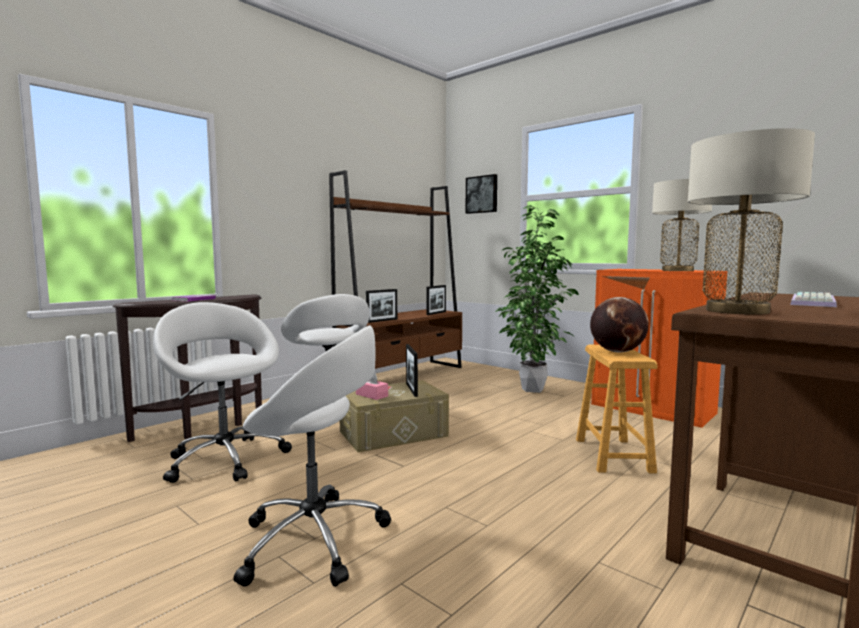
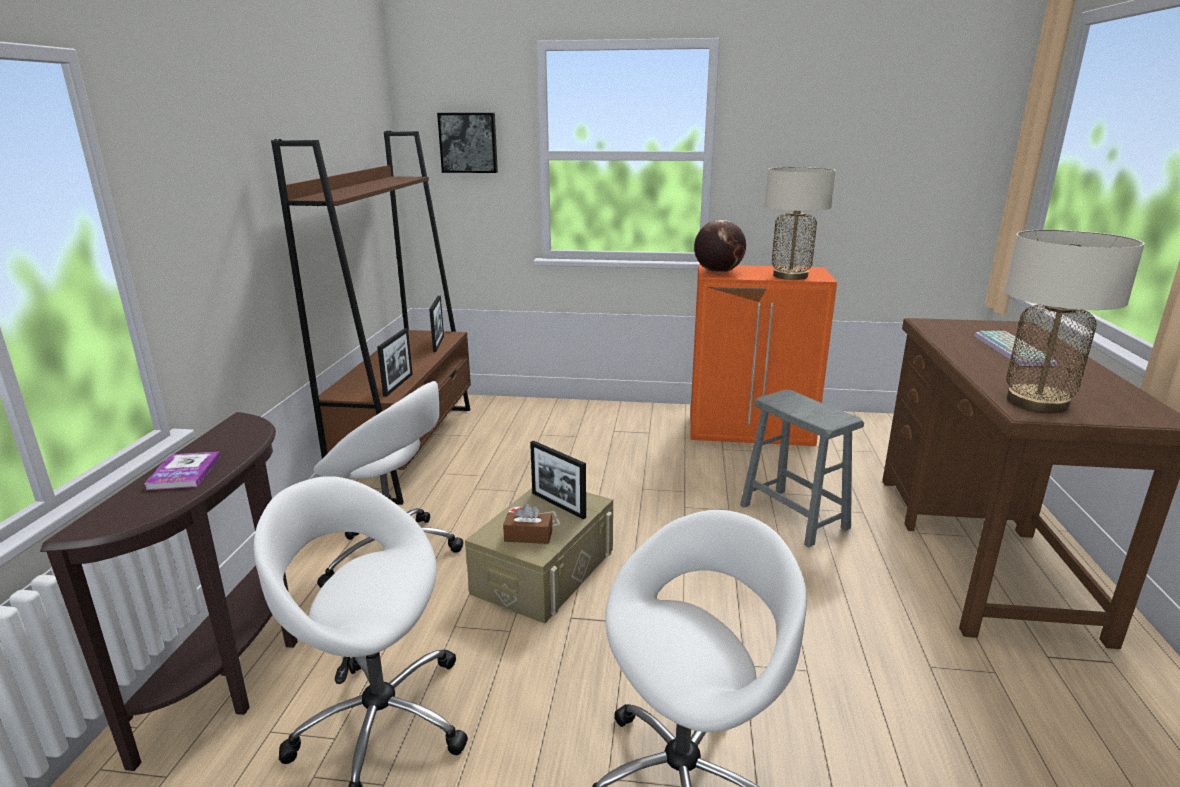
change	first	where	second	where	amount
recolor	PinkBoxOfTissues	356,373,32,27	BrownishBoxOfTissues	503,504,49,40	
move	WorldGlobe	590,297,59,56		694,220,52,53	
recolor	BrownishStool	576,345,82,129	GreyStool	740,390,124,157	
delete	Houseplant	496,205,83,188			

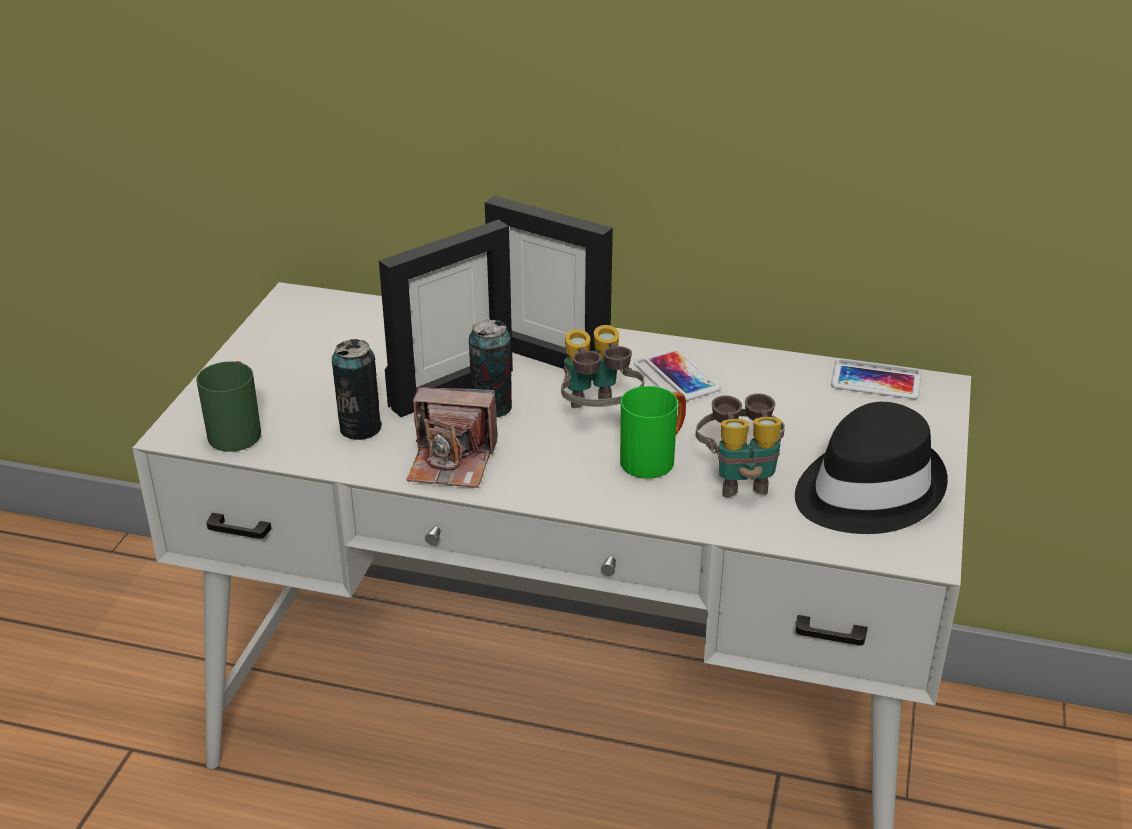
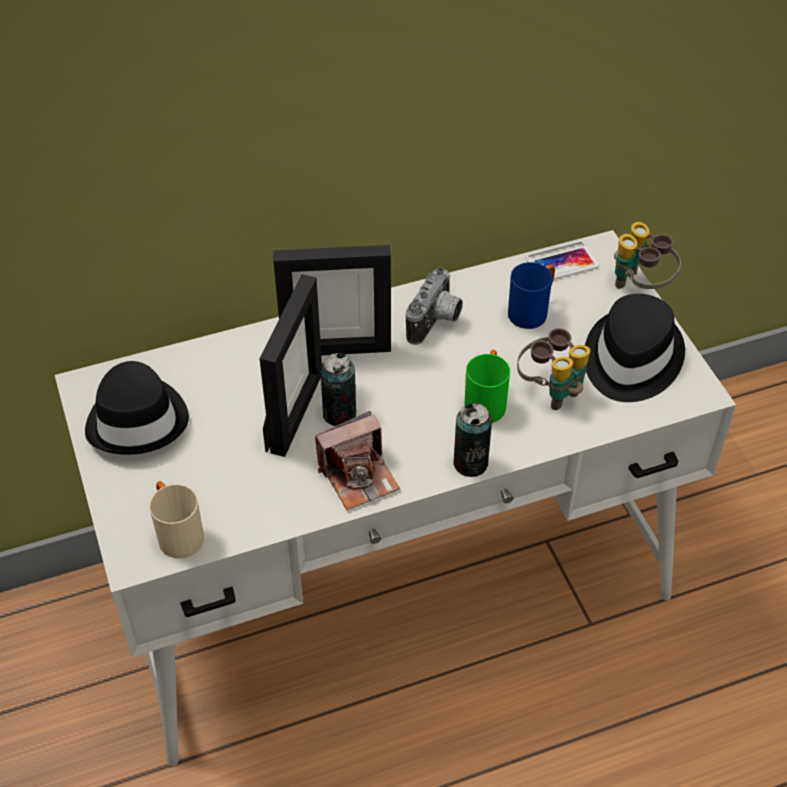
change	first	where	second	where	amount
insert			BlackColouredHat	85,361,104,94	
recolor	GreenColouredMug	196,361,65,91	SandColouredMug	149,481,55,78	
replace	Phone	634,348,87,55	PhotoCamera	406,268,57,77	
move	Can	332,339,50,101		453,403,39,74	
insert			BlueColouredMug	508,262,47,67	
move	FieldGlasses	561,325,83,83		614,222,67,67	

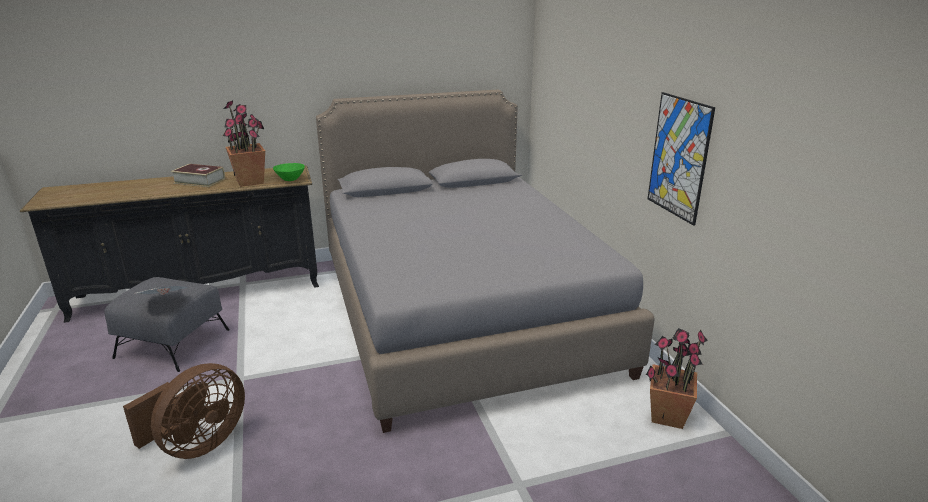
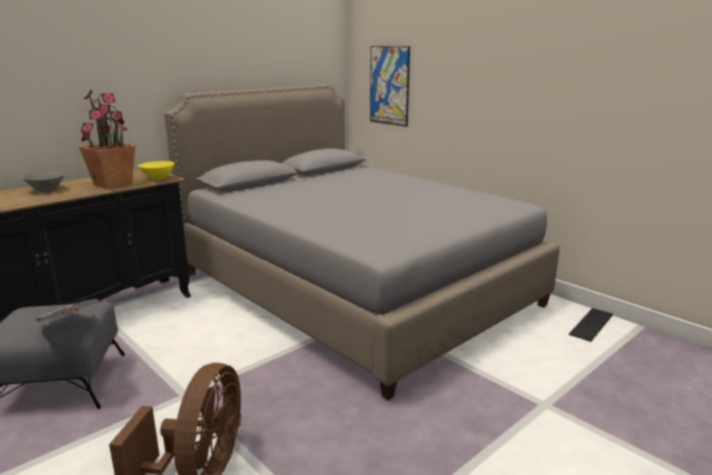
change	first	where	second	where	amount
replace	Volume	171,164,54,23	GreyBowl	23,171,41,21	
recolor	GreenColouredBowl	273,163,32,18	YellowishBowl	138,161,36,19	
move	Picture	648,92,67,134		370,46,40,81	
replace	Houseplant	646,328,62,101	ComputerKeyboard	569,308,44,34	

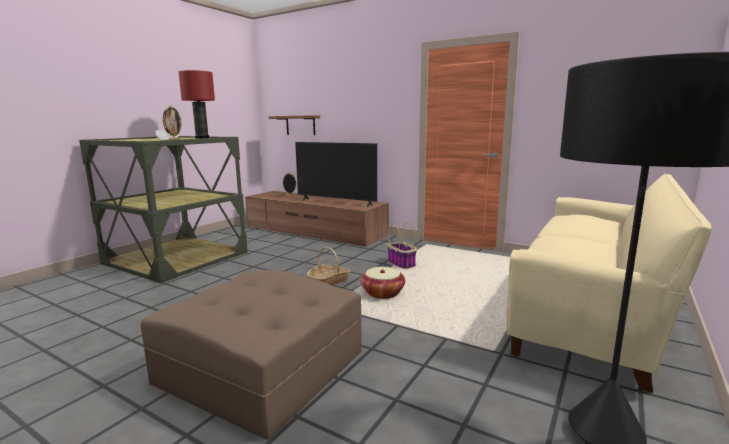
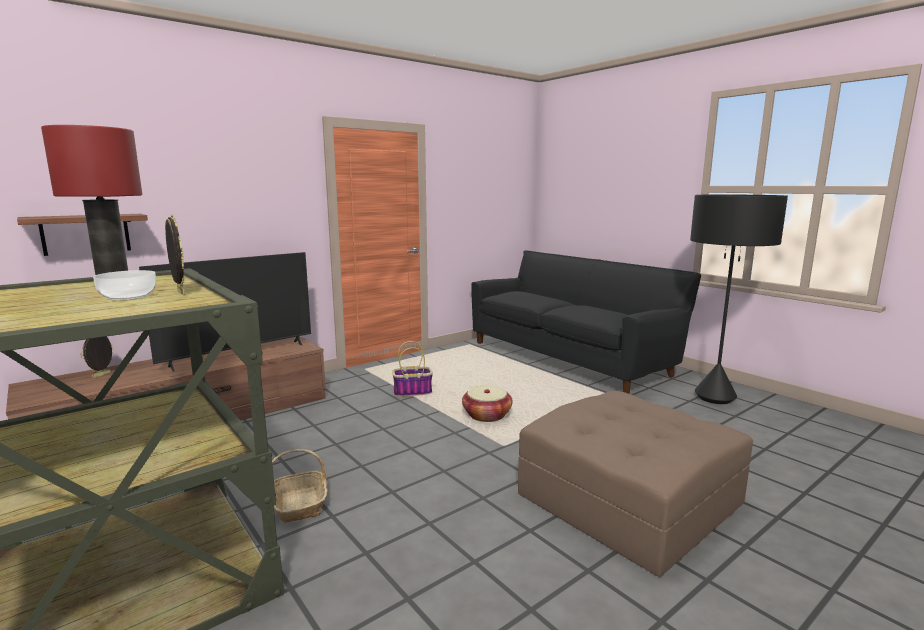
change	first	where	second	where	amount
move	Basket	307,247,44,38		272,449,56,74	
recolor	SandColouredSofa	506,174,206,219	BlackColouredSofa	471,251,230,143	

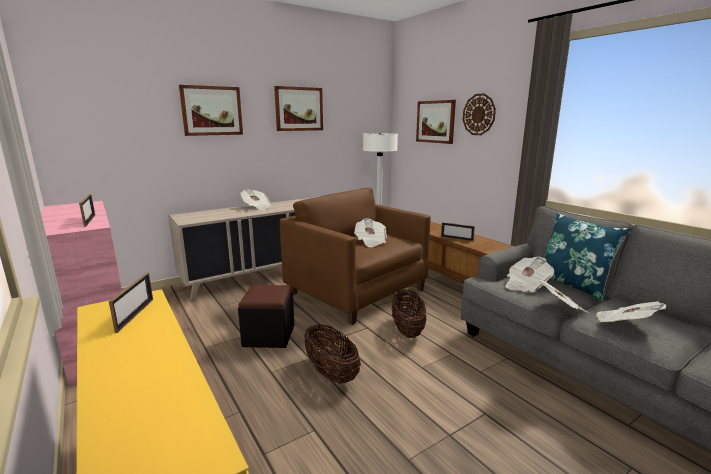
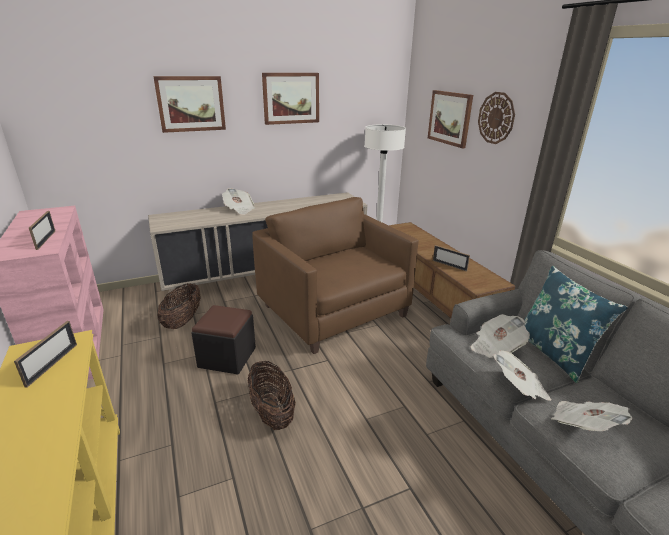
change	first	where	second	where	amount
move	Basket	392,290,35,48		158,283,43,46	
delete	DailyPaper	354,218,33,29			

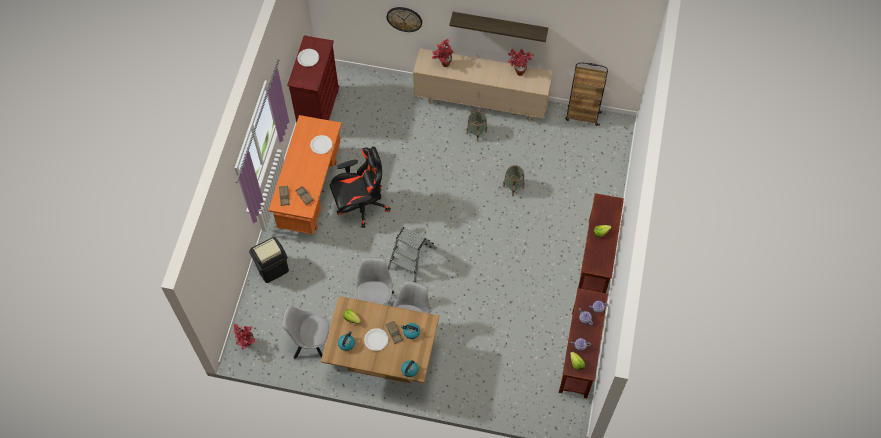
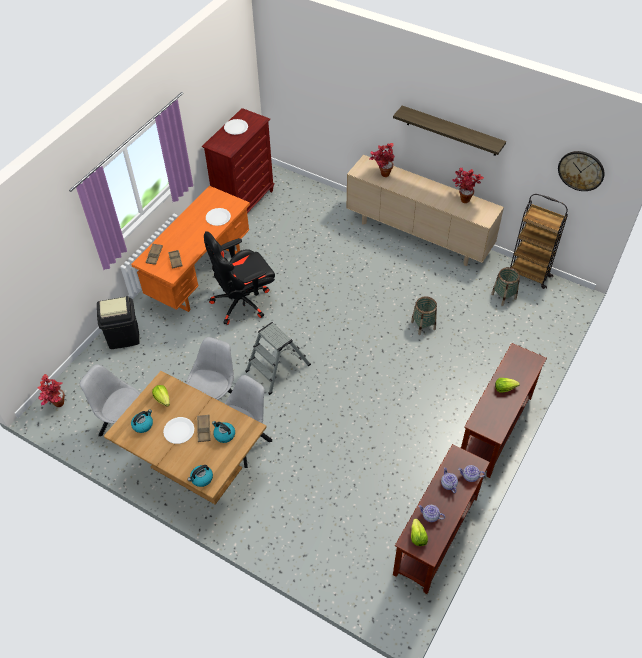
change	first	where	second	where	amount
rotate	BlackColouredOfficeChair	330,146,61,82		204,231,71,94	150 degrees clockwise
move	Basket	466,111,21,31		491,267,29,39	
move	WallClock	387,7,35,25		558,151,47,40	

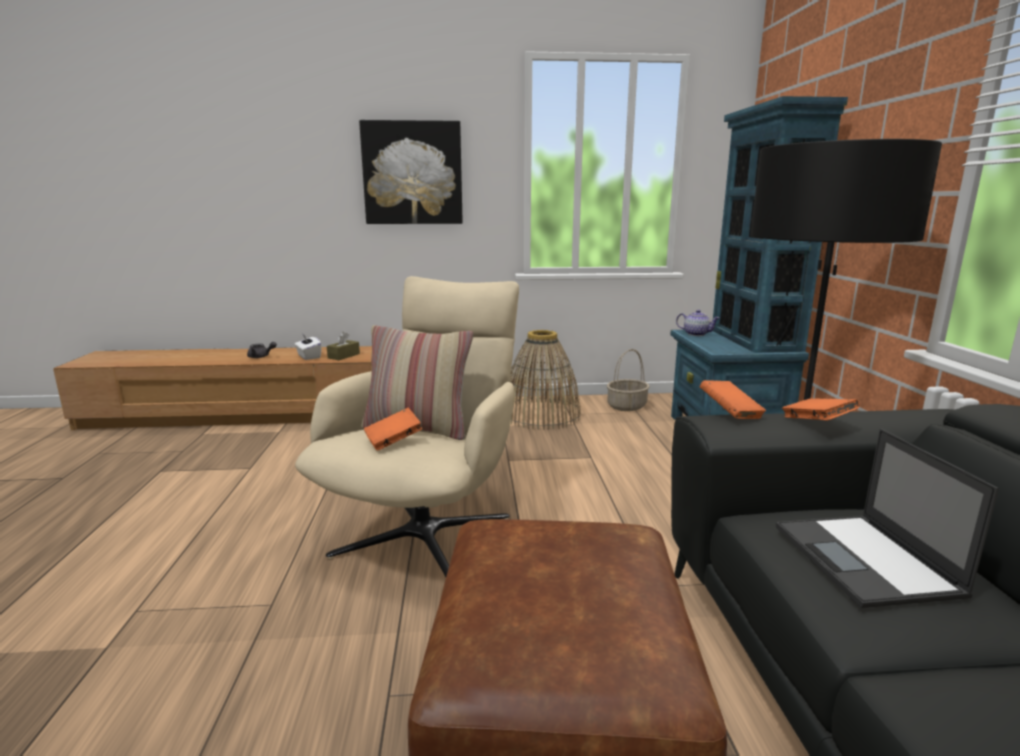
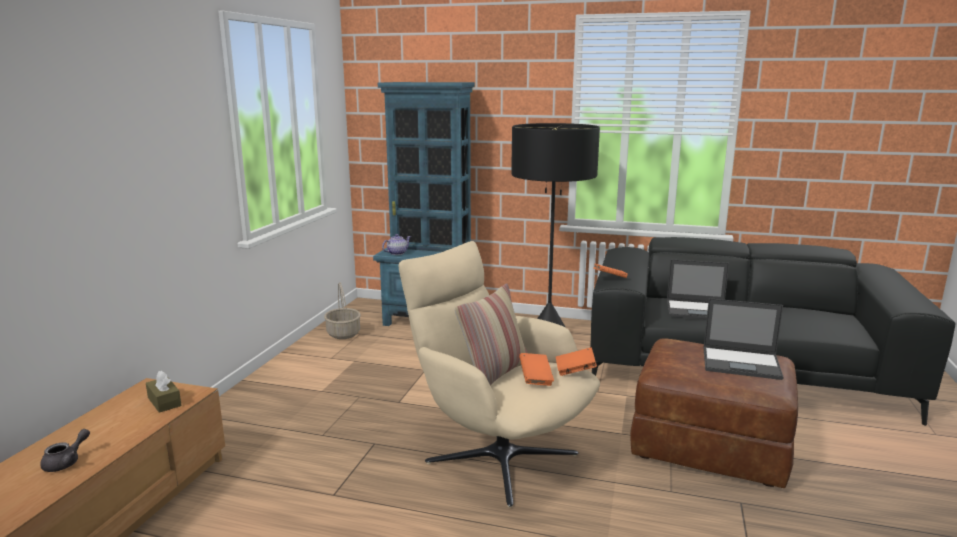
change	first	where	second	where	amount
move	OrangeVolume	782,398,77,22		556,347,41,29	
insert			PortableComputer	703,298,81,82	
delete	WhitishBoxOfTissues	294,333,28,27			
delete	Picture	359,120,104,104			
delete	Basket	510,330,71,100			

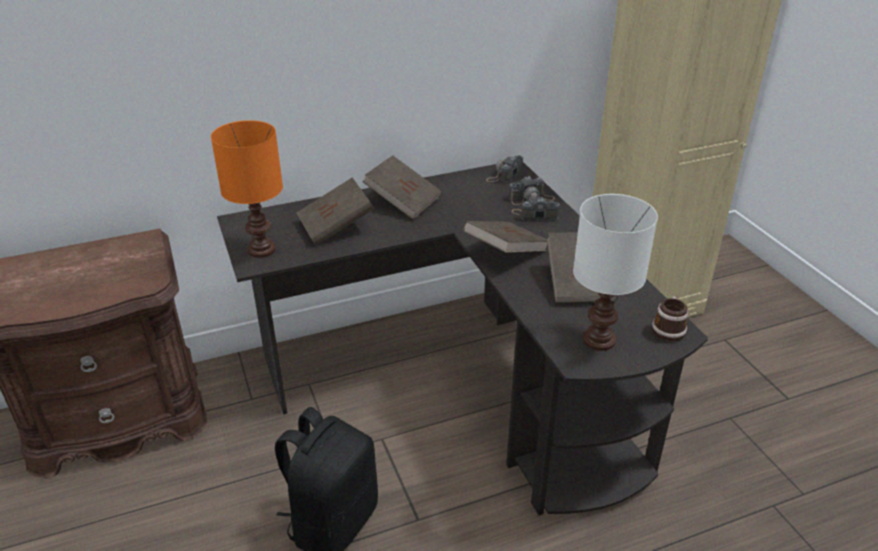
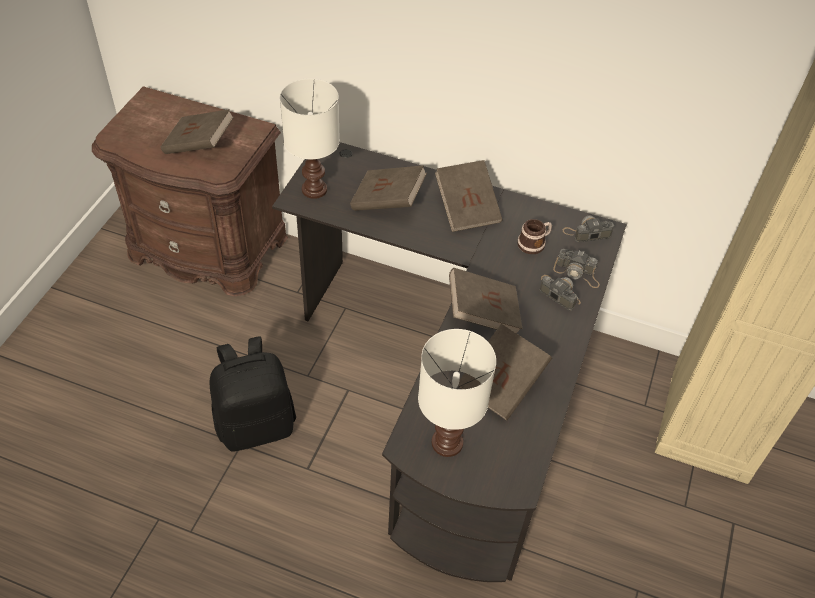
change	first	where	second	where	amount
insert			BrownishVolume	161,109,73,45	
recolor	OrangeTableLamp	211,120,72,138	WhitishTableLamp	280,78,60,121	
move	Mug	652,296,36,46		517,219,35,35	

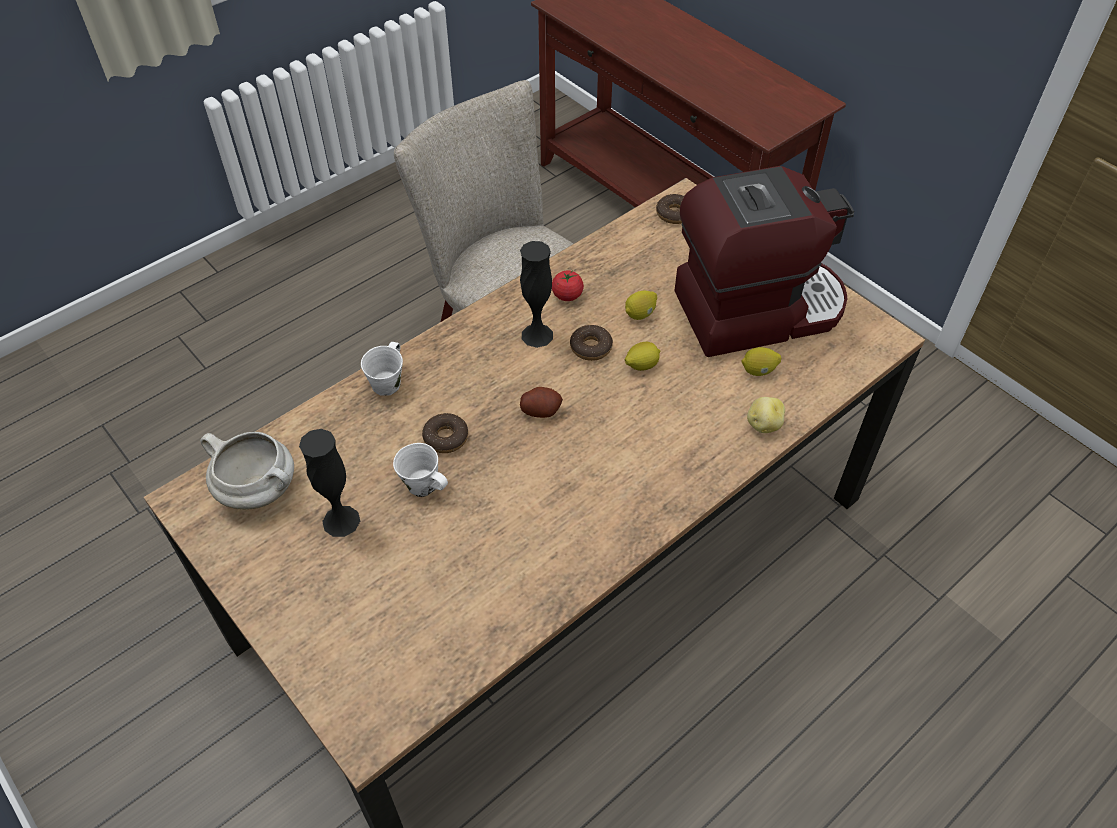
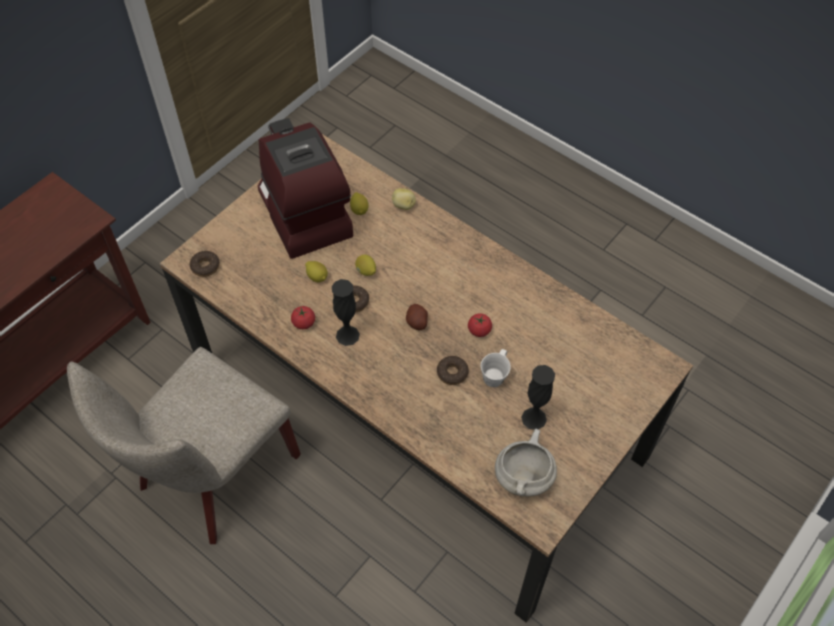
change	first	where	second	where	amount
insert			WholeTomato	468,313,24,24	
delete	WhitishMug	361,342,42,54			

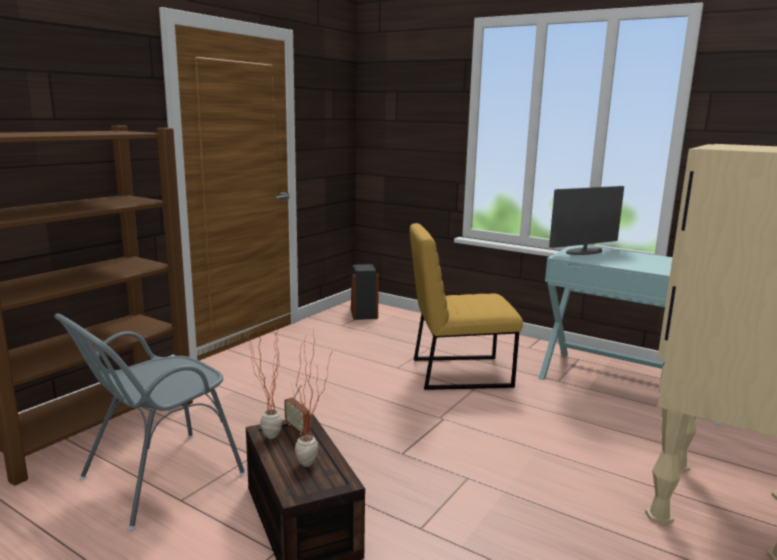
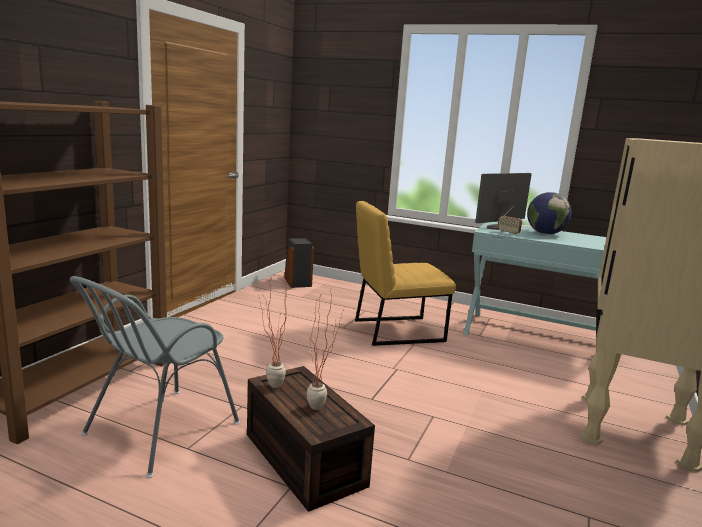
change	first	where	second	where	amount
move	Radio	284,384,27,51		497,205,25,30	
insert			WorldGlobe	527,192,45,42	

